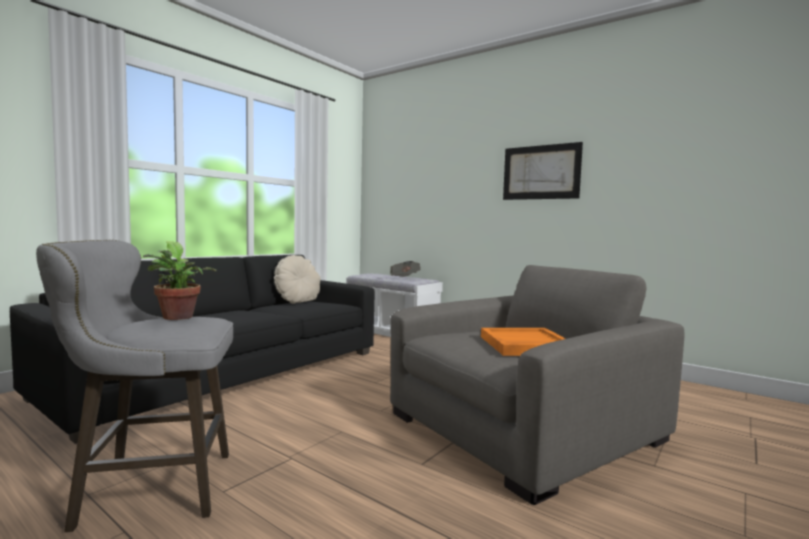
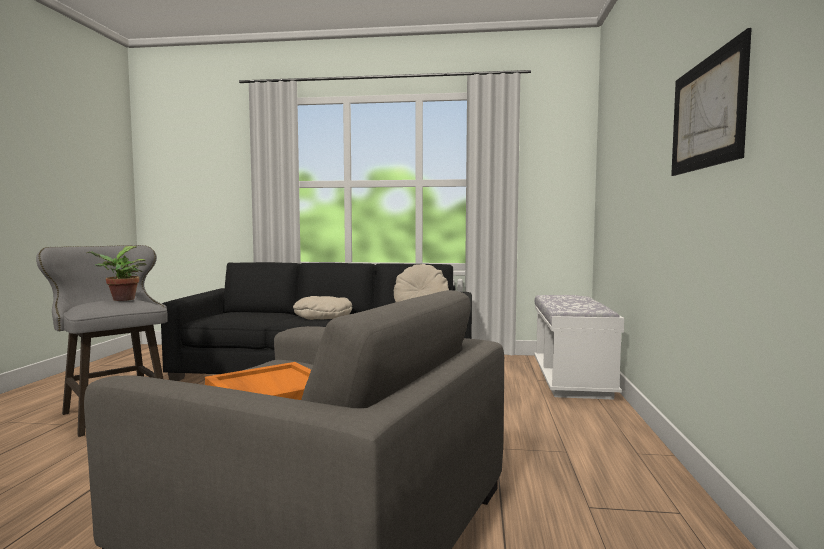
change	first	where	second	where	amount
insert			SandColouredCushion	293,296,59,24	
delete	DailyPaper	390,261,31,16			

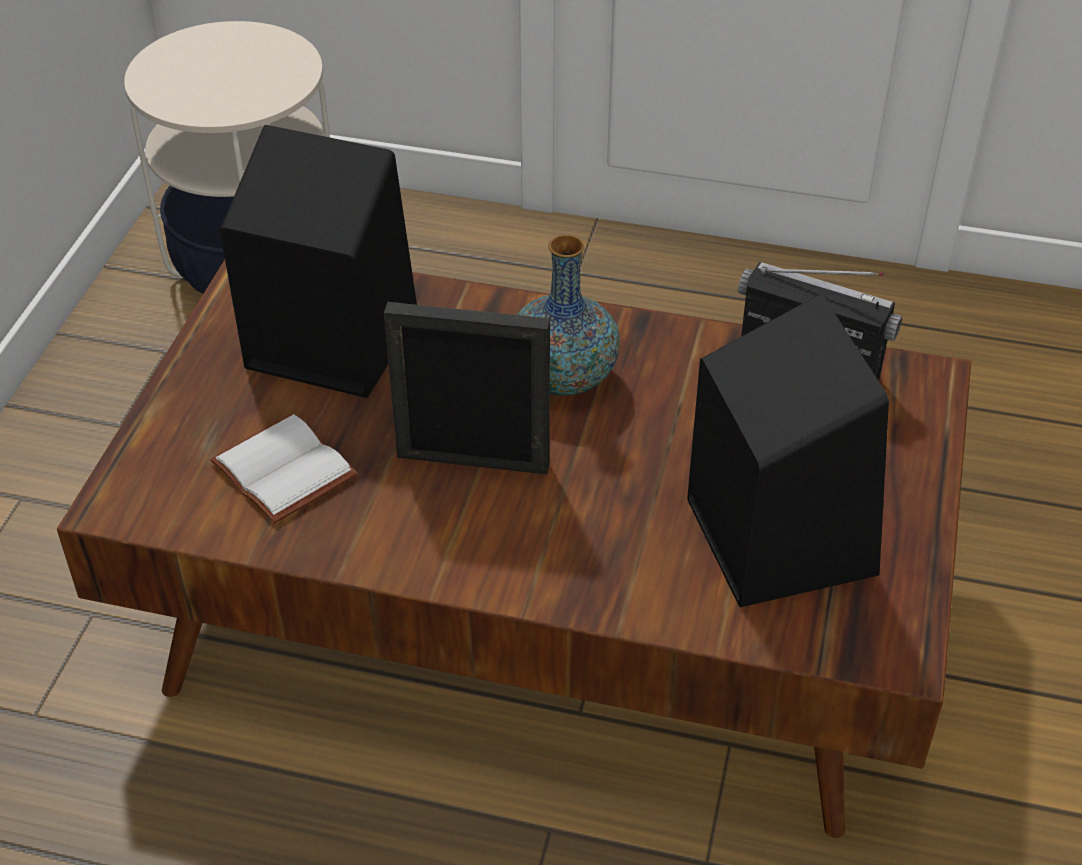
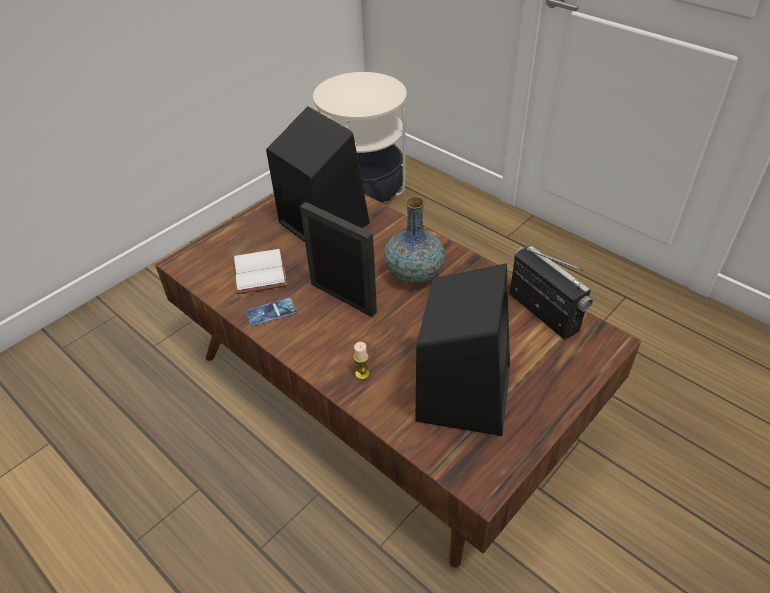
change	first	where	second	where	amount
insert			Phone	246,298,51,28	
insert			Candle	354,342,16,38	

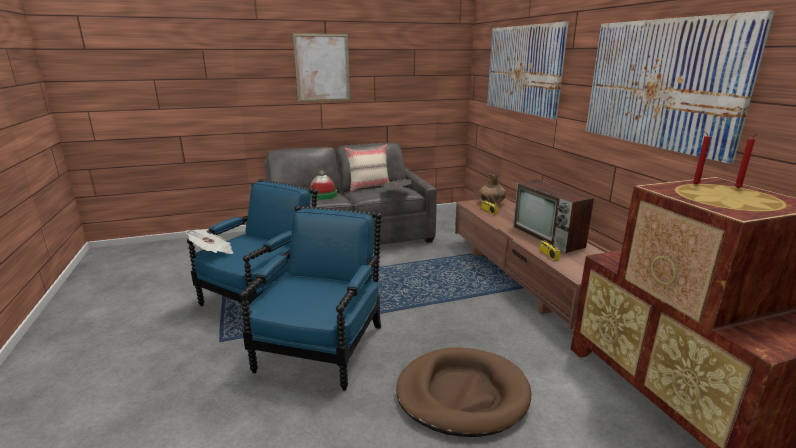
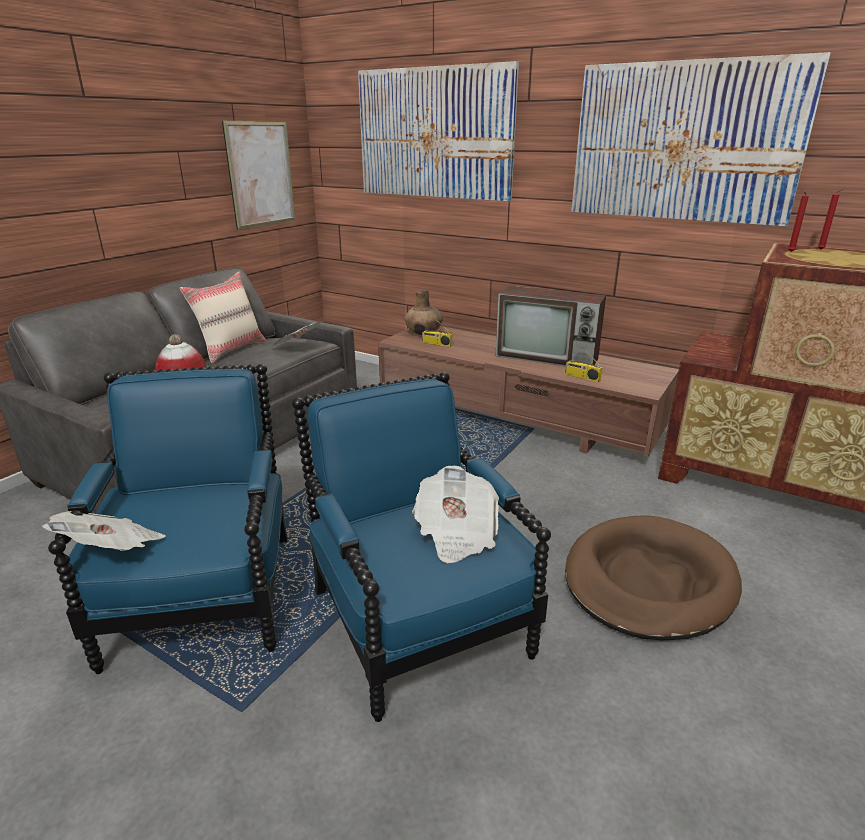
change	first	where	second	where	amount
move	Picture	292,33,58,69		222,121,74,109	
insert			DailyPaper	413,466,86,97	

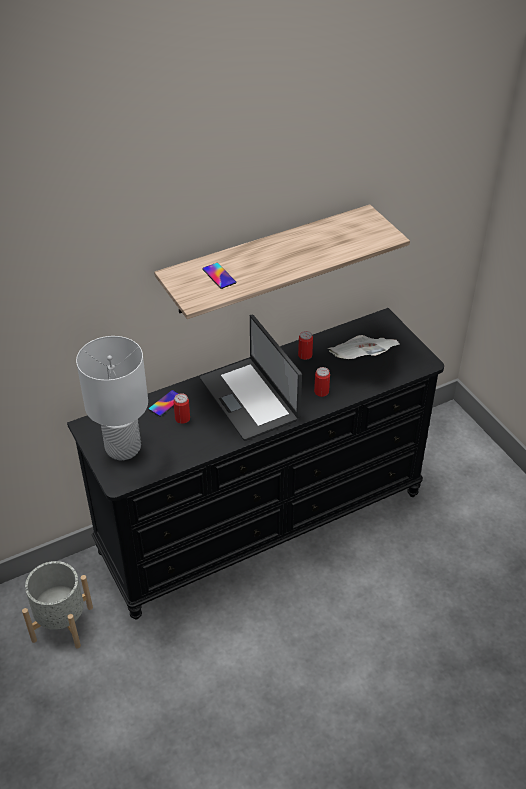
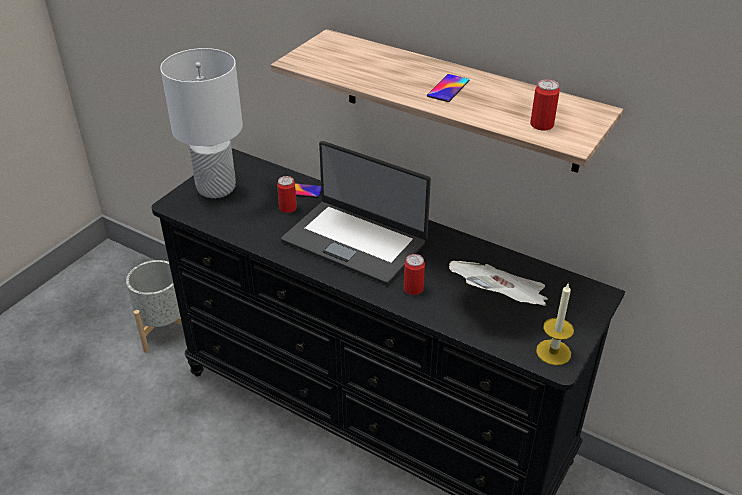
change	first	where	second	where	amount
rotate	PortableComputer	200,315,102,126		281,141,150,144	90 degrees counterclockwise
move	Phone	202,263,34,26		427,74,42,28	
move	Can	298,331,15,29		530,80,30,51	
insert			Candle	536,284,38,82	

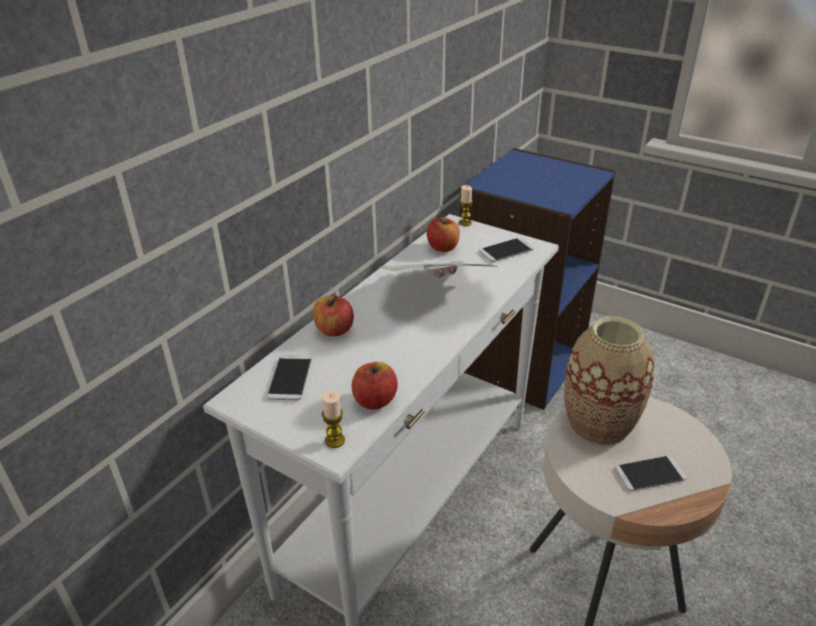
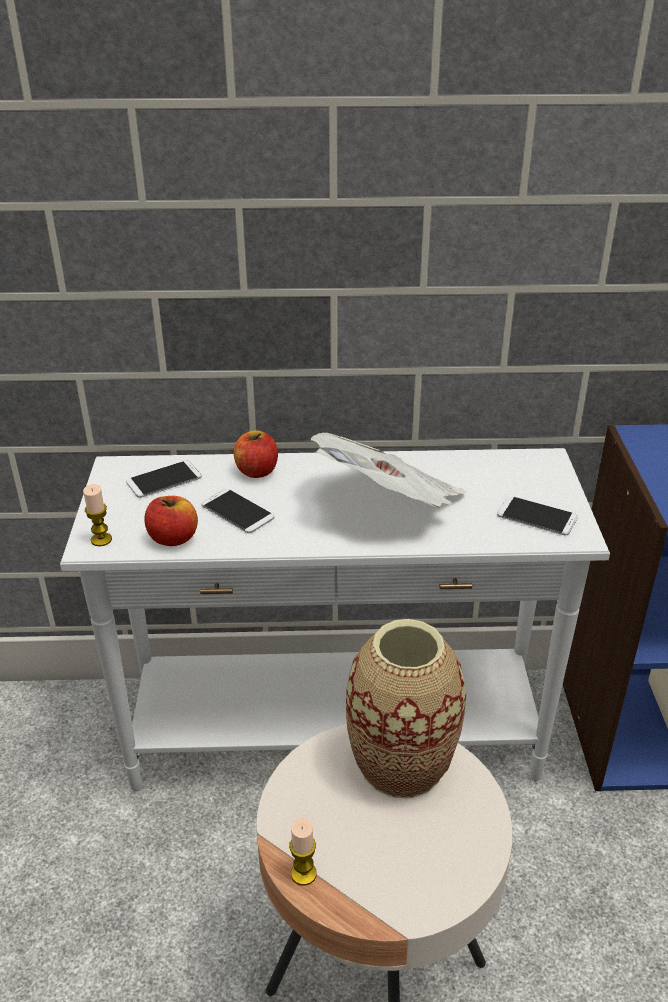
change	first	where	second	where	amount
move	Phone	615,456,71,35		201,489,73,44	
move	Candle	459,185,14,41		289,818,28,68	
delete	WholeApple	427,217,33,35			

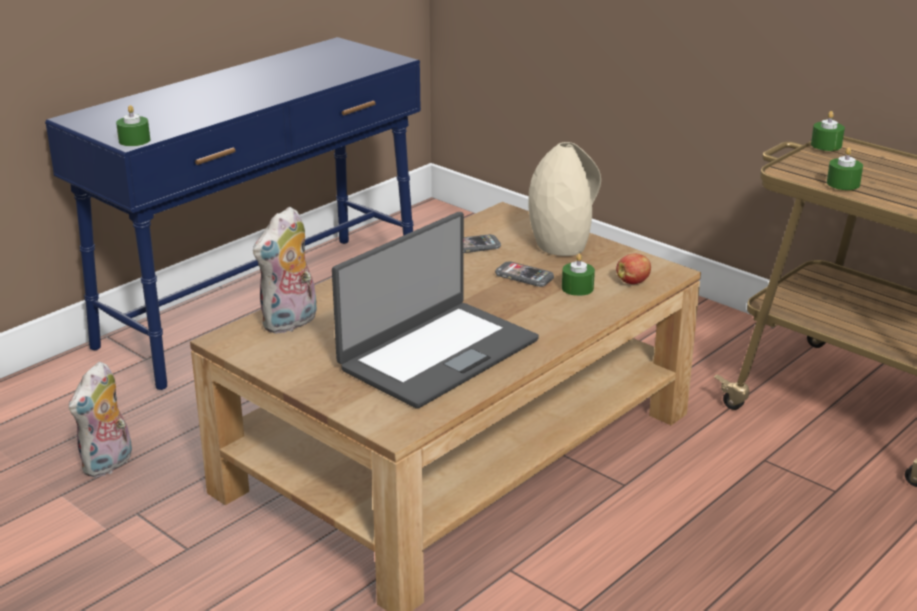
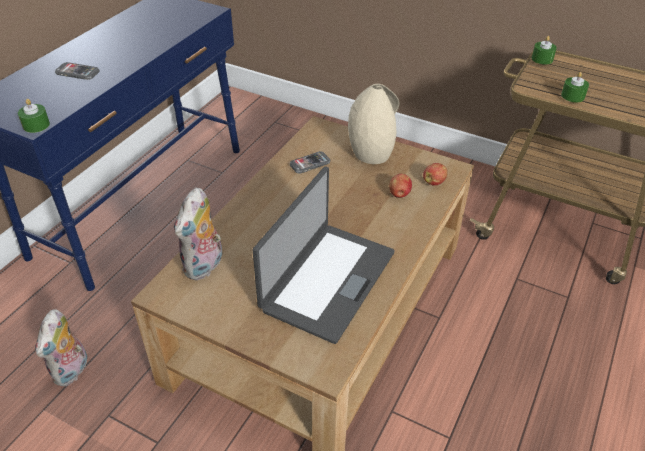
change	first	where	second	where	amount
move	Phone	495,261,59,26		55,62,44,18	
replace	GreenColouredCandle	562,253,33,43	WholeApple	389,174,23,24	

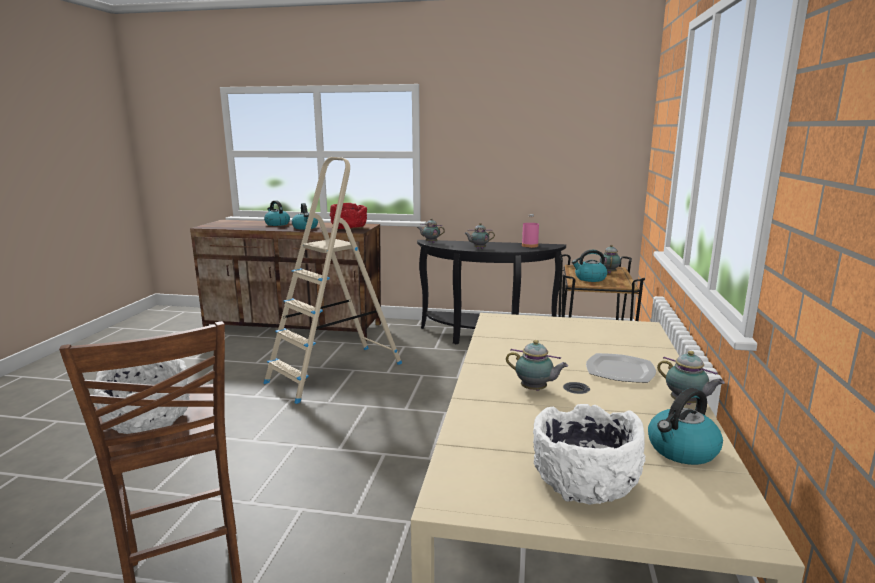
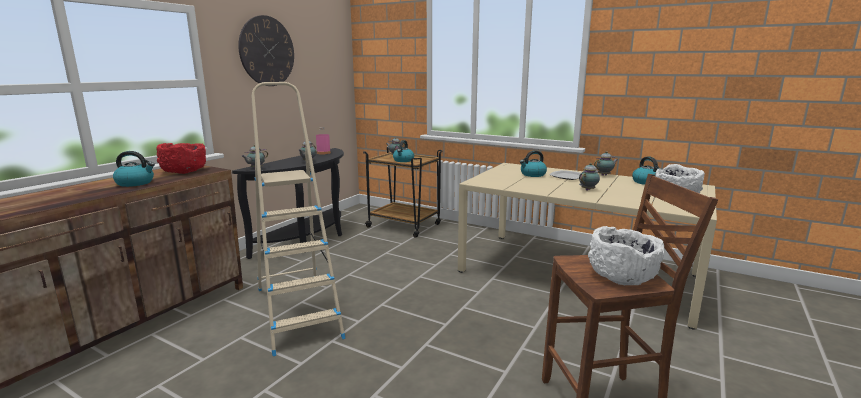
change	first	where	second	where	amount
insert			WallClock	238,15,56,71	
move	Kettle	264,200,26,26		520,150,27,27	

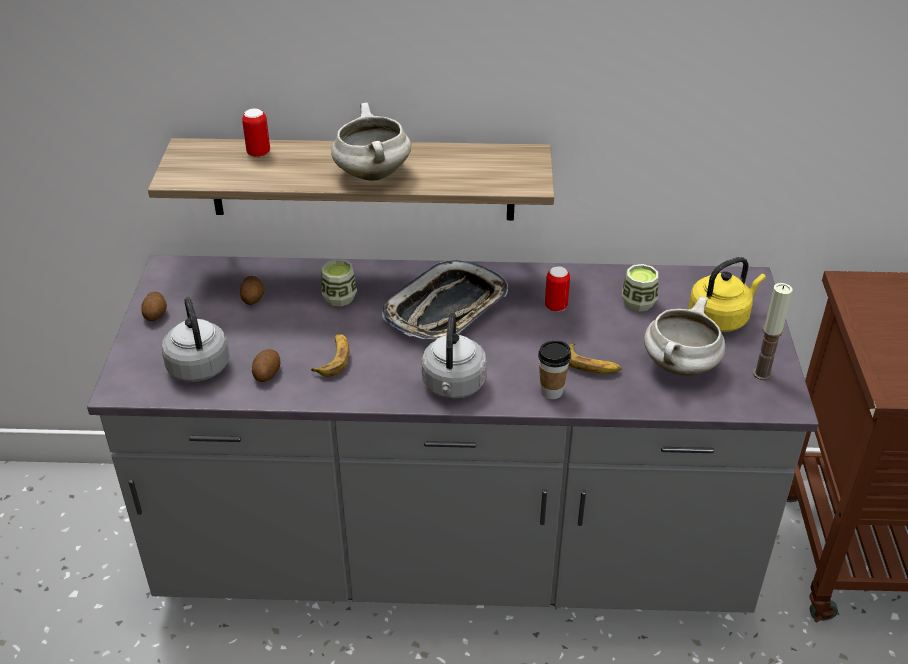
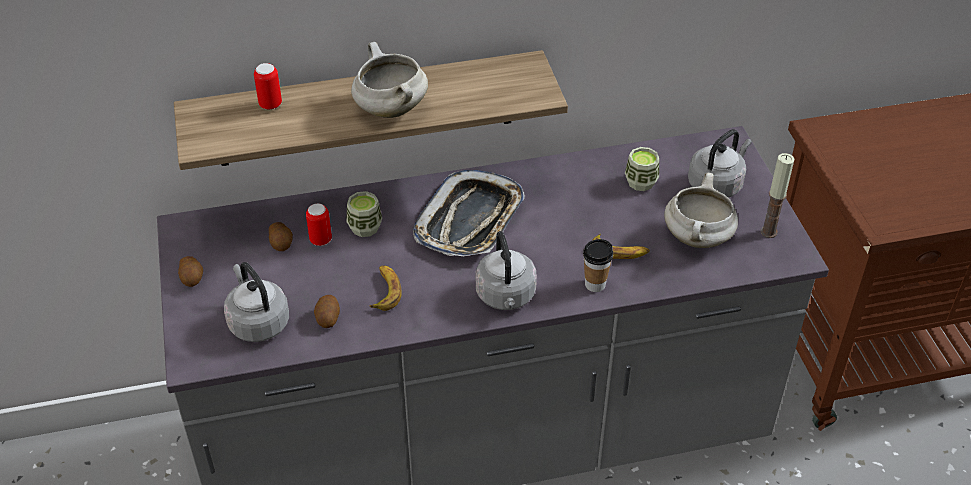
change	first	where	second	where	amount
move	Can	545,266,25,46		306,203,26,43	
recolor	YellowishKettle	688,257,78,75	GreyKettle	688,129,64,68	

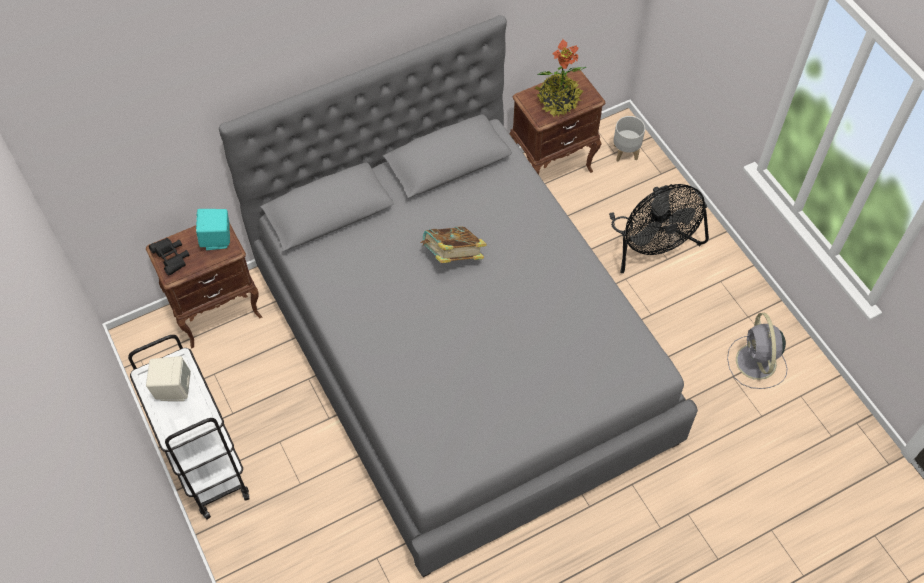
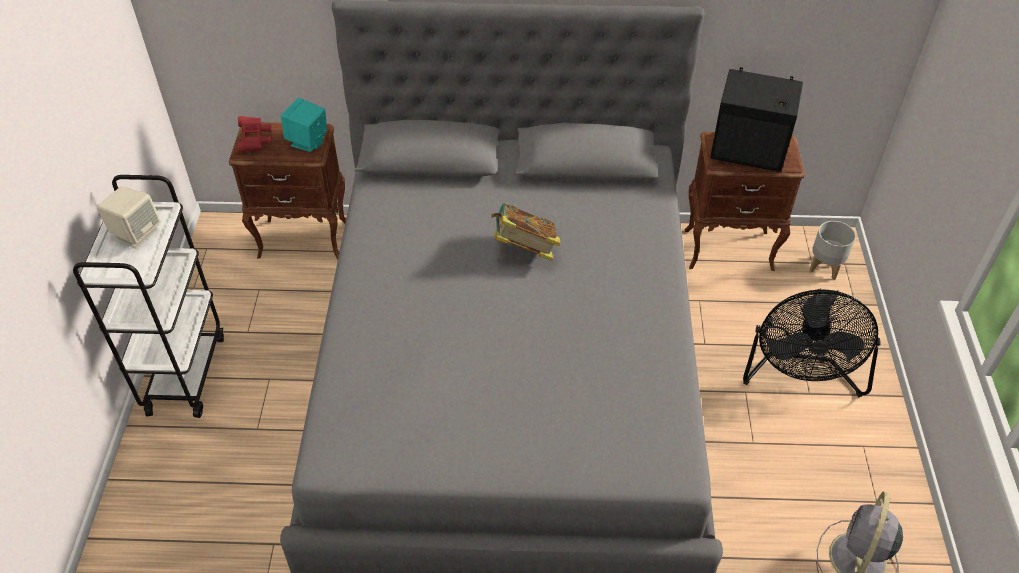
change	first	where	second	where	amount
recolor	BlackColouredFieldGlasses	149,238,41,38	ReddishFieldGlasses	238,116,34,36	
replace	Houseplant	535,39,51,78	BlackColouredSpeaker	710,67,93,105	

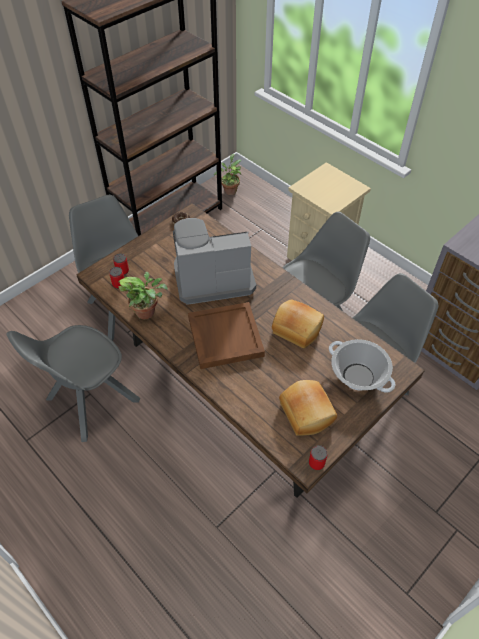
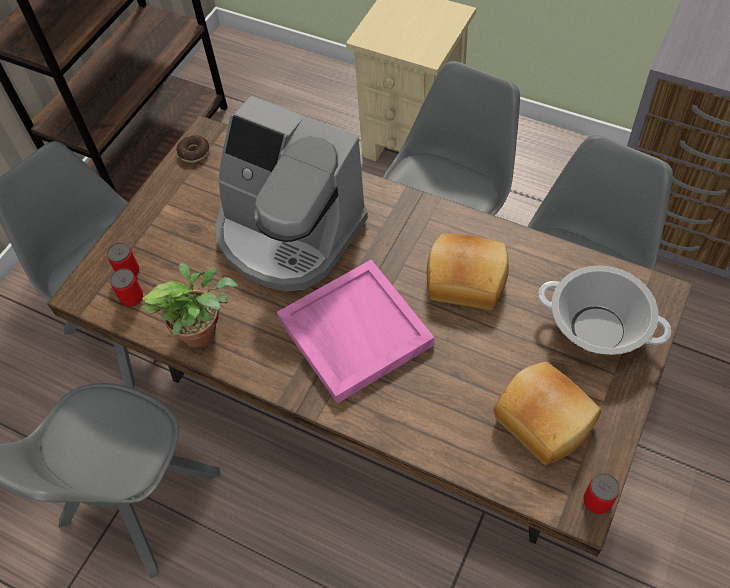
change	first	where	second	where	amount
rotate	CoffeeBrewer	173,218,83,87		215,96,153,195	120 degrees counterclockwise
recolor	BrownishCarryingTray	188,302,77,67	PinkCarryingTray	277,260,157,144	
delete	Houseplant	214,154,27,41			

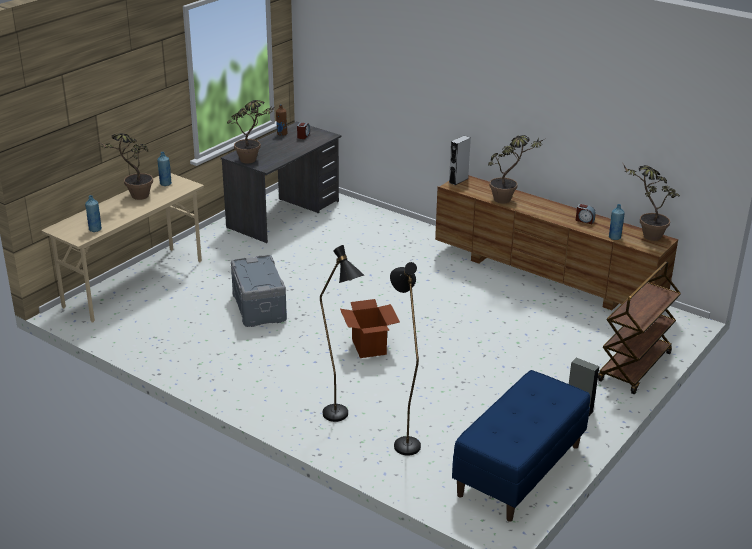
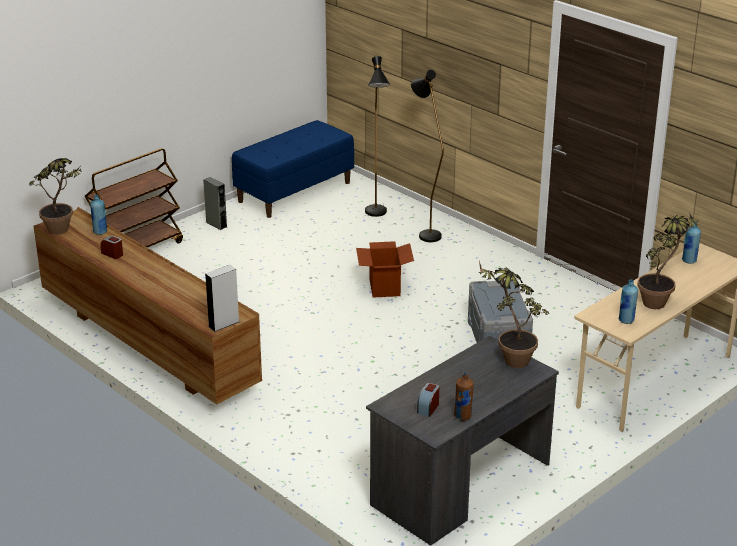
change	first	where	second	where	amount
delete	Houseplant	488,135,57,69			

